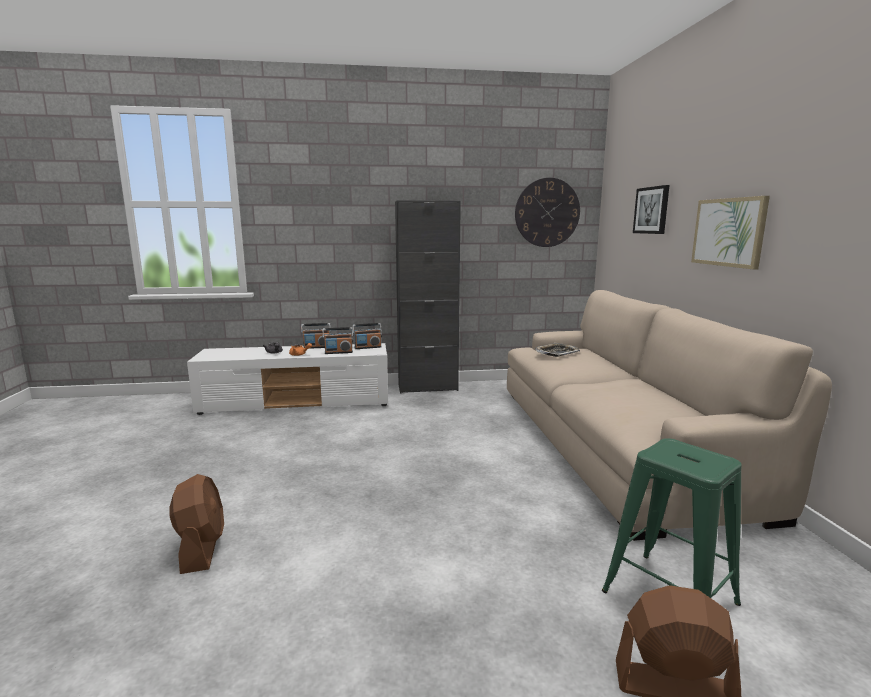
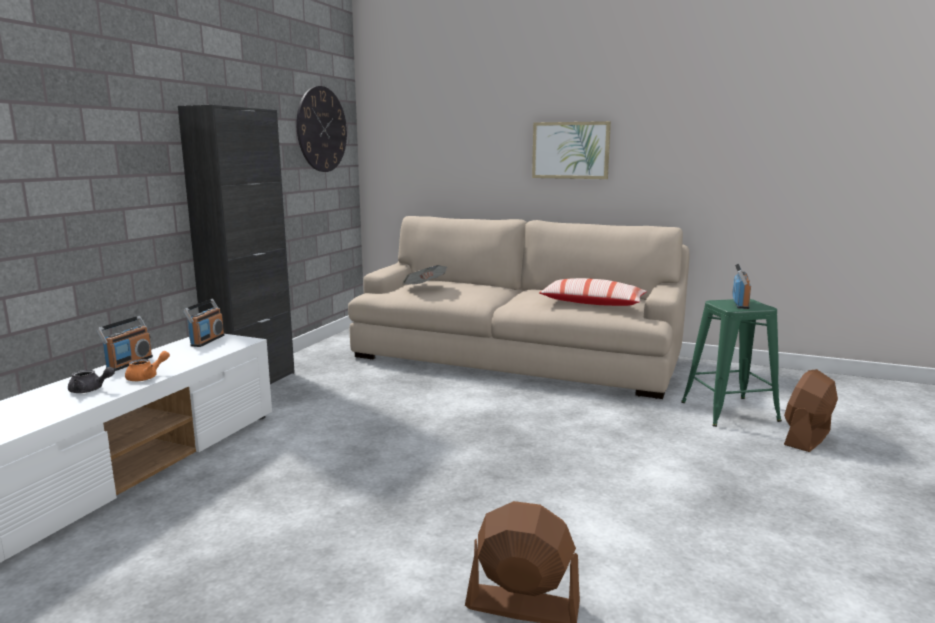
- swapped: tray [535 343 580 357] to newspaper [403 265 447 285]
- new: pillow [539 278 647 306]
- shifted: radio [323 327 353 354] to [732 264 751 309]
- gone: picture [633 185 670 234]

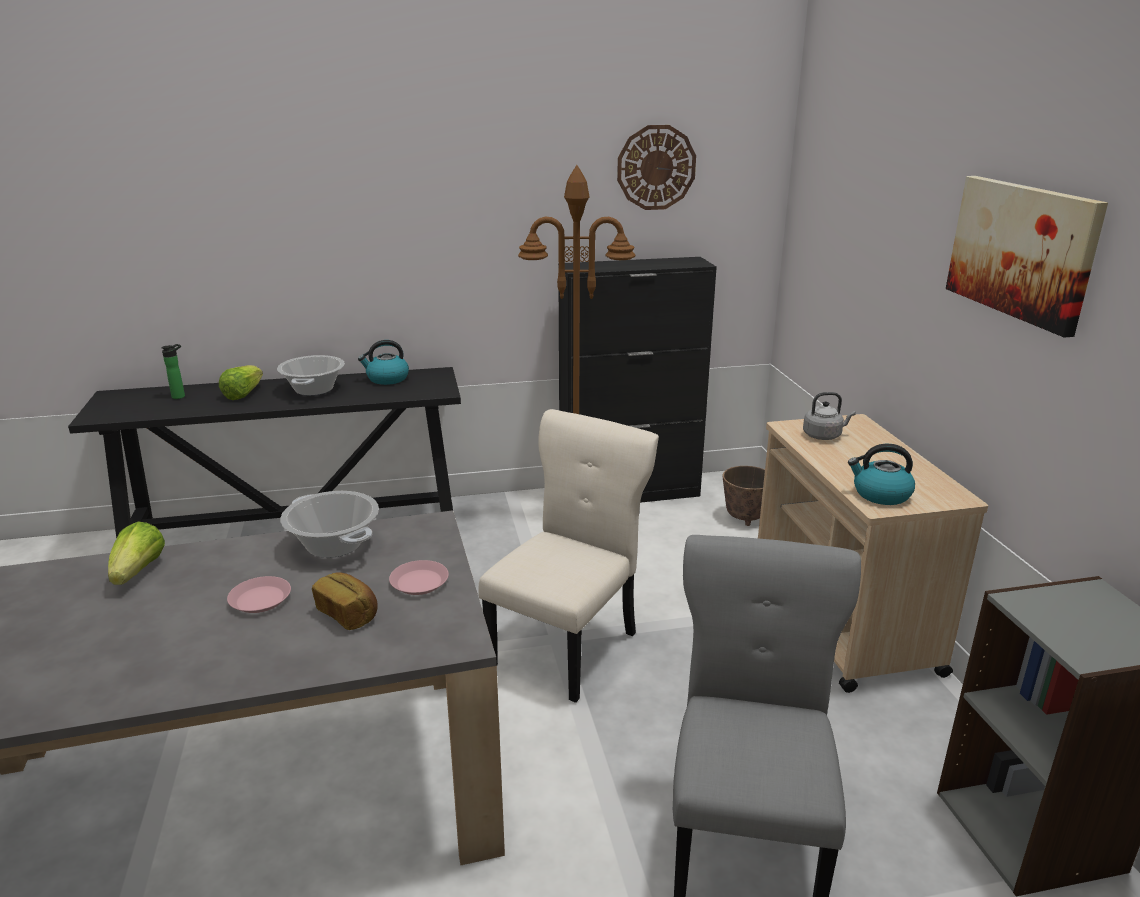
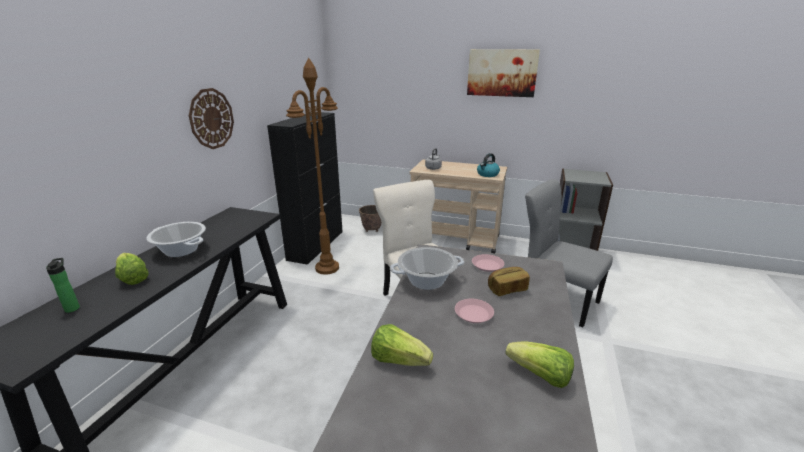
- shifted: wall clock [617 125 696 210] to [189 88 234 149]
- new: lettuce [505 342 574 388]
- gone: kettle [358 340 409 385]

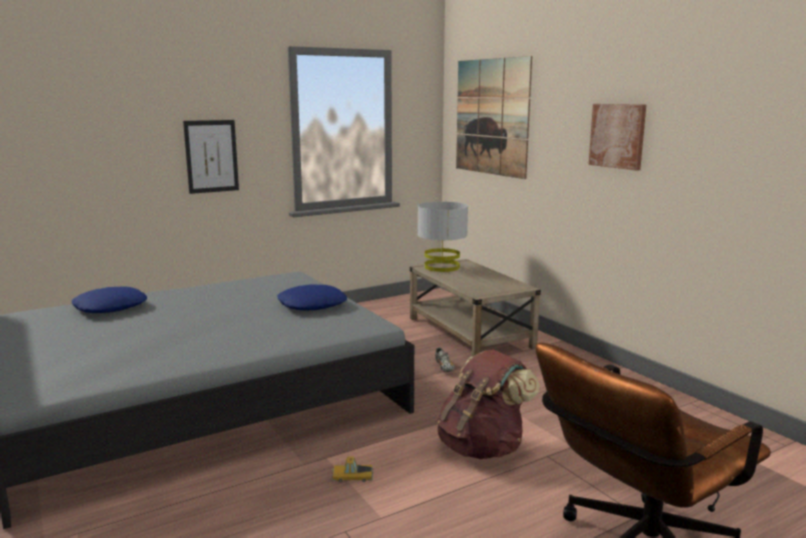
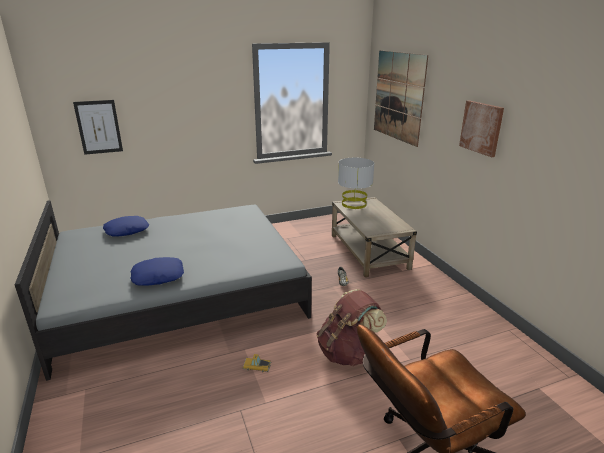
- shifted: picture [183 120 239 194] to [73 100 123 155]
- shifted: blue pillow [277 284 347 310] to [130 257 184 286]

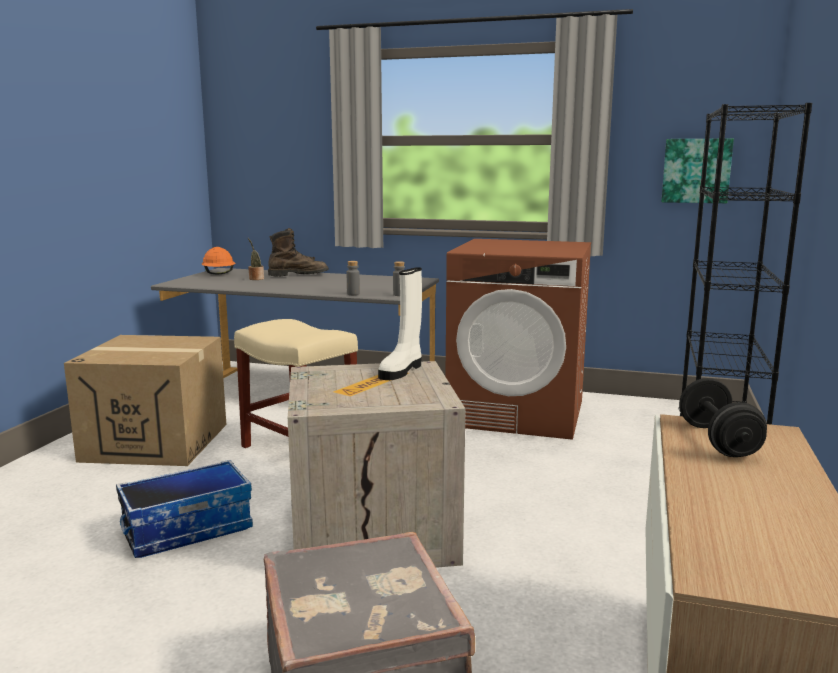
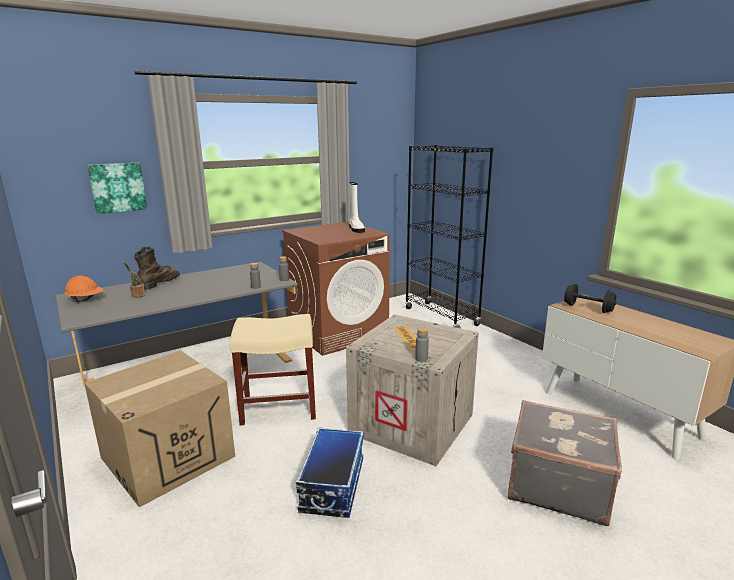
- shifted: picture [661 138 734 203] to [87 163 147 214]
- shifted: white boot [378 267 422 380] to [349 182 365 233]
- new: grey bottle [415 327 429 362]

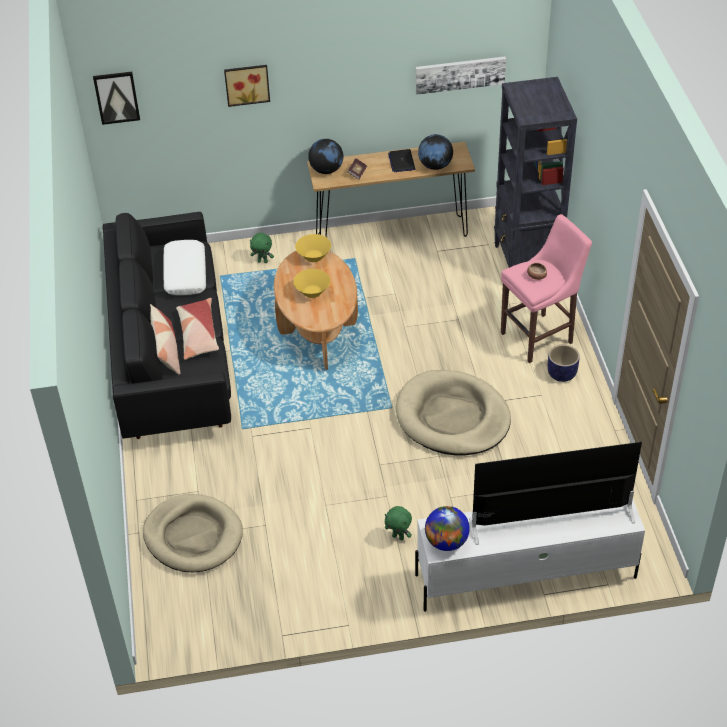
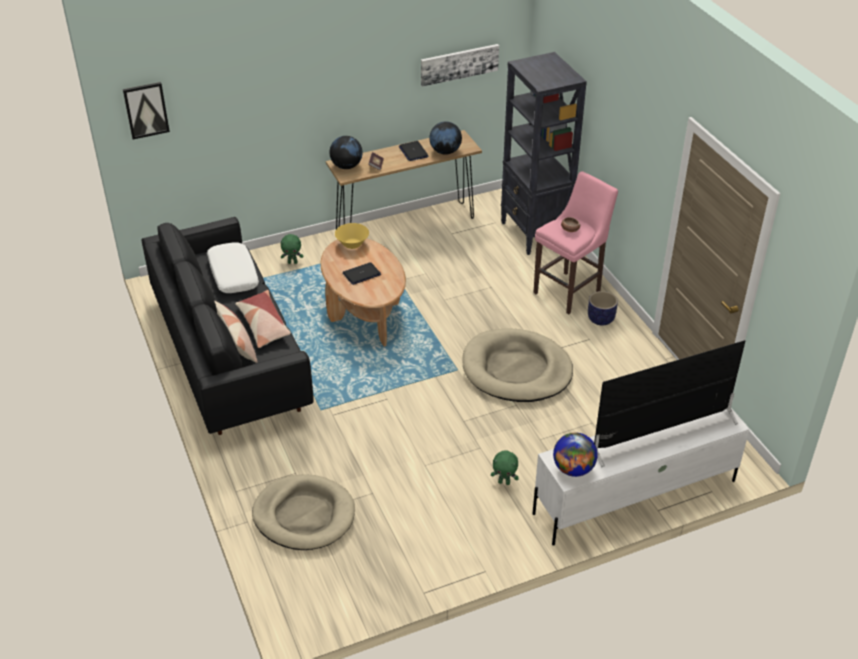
- swapped: yellow bowl [293 269 330 298] to laptop [343 262 381 285]
- gone: picture [224 65 270 107]

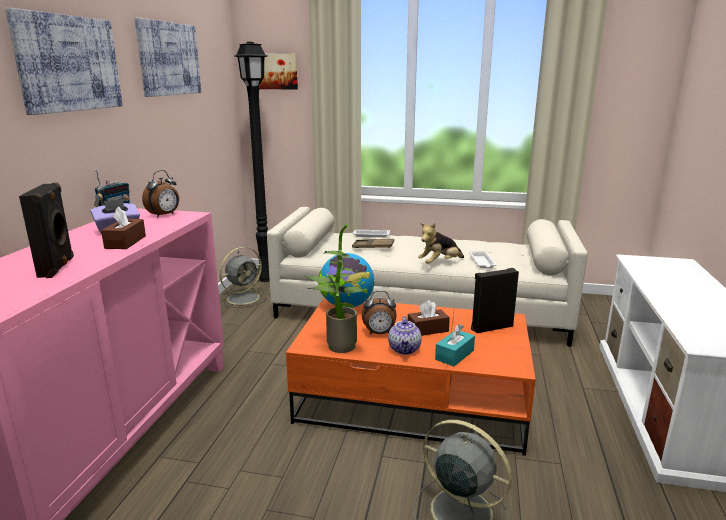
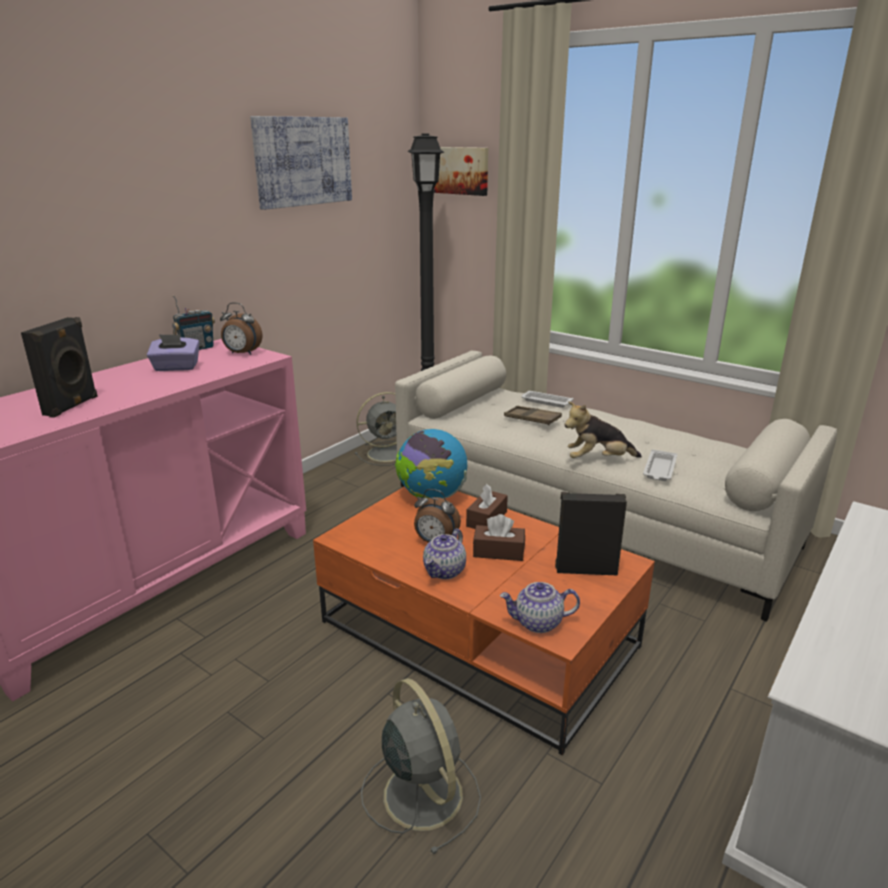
- rotated: alarm clock [142 170 179 217] = [220 302 262 355] 45 degrees clockwise
- shifted: brown tissue box [101 207 146 249] to [466 484 508 529]
- new: teapot [500 582 580 633]
- gone: picture [5 8 123 115]
- gone: potted plant [303 224 364 353]
- gone: turquoise tissue box [435 324 475 367]

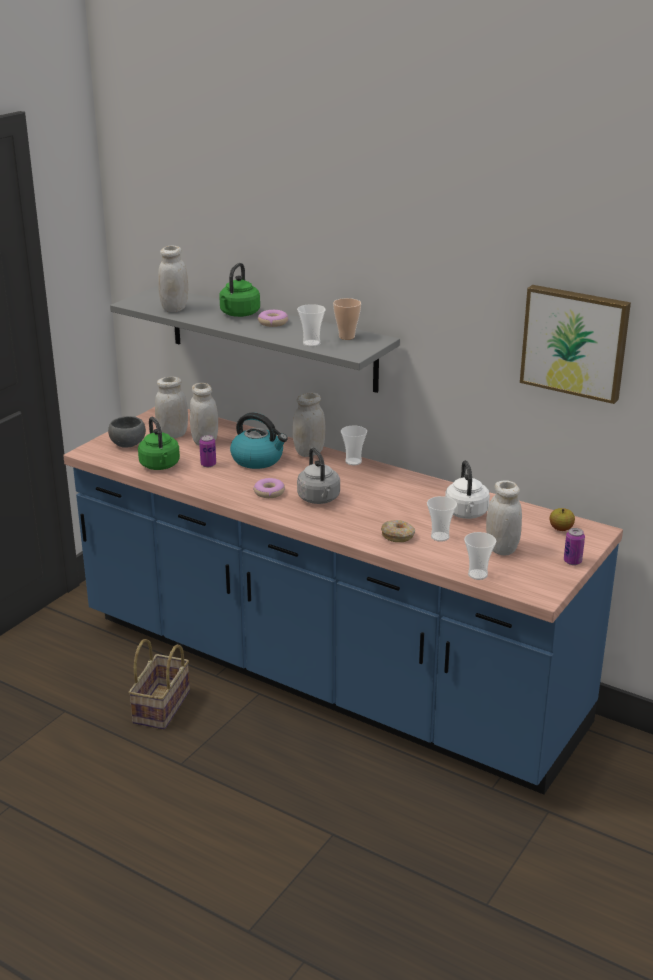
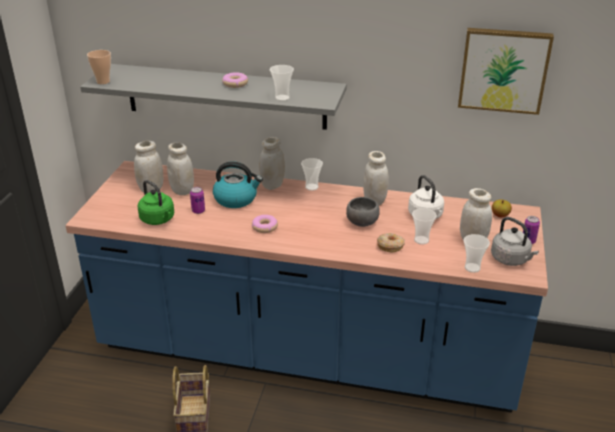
- shifted: cup [333 298 361 340] to [87 50 111 84]
- shifted: grey bowl [108 416 146 448] to [346 197 380 227]
- shifted: white jar [158 246 188 312] to [363 151 389 205]
- shifted: grey kettle [297 447 340 504] to [491 217 539 266]
- gone: green kettle [219 263 260 317]

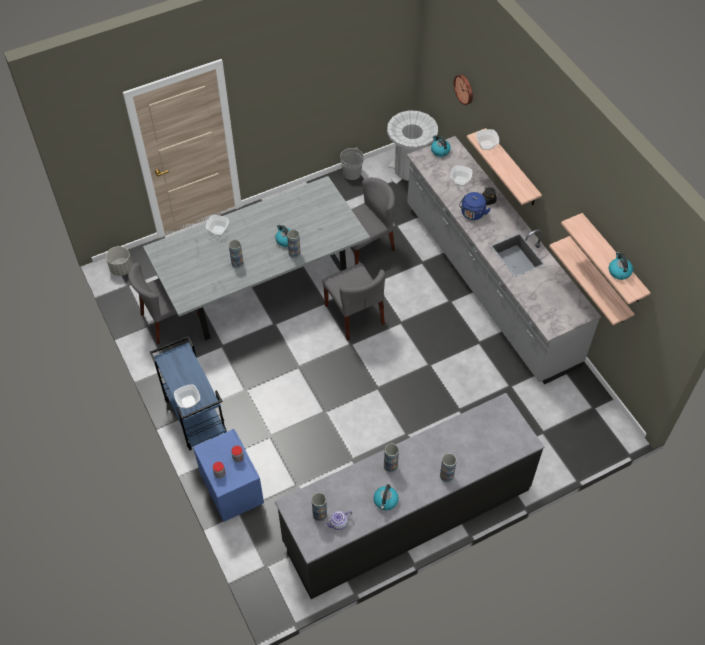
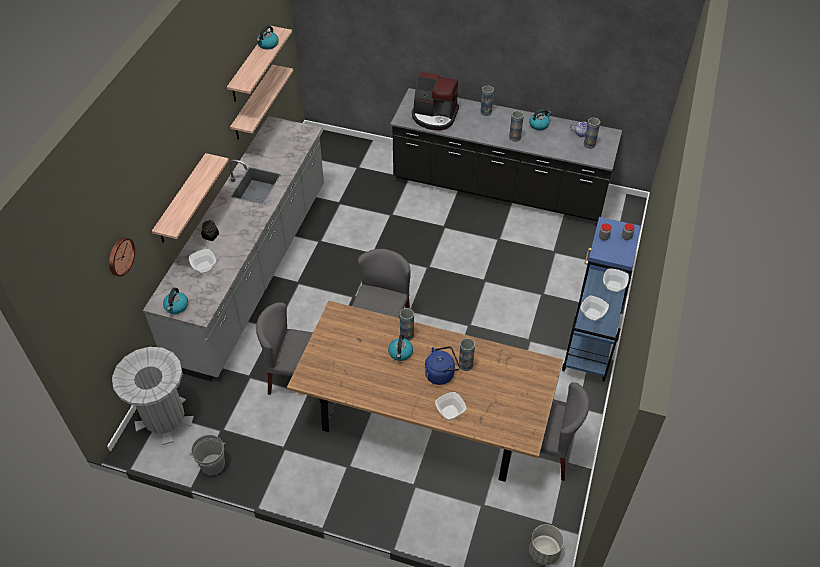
- repainted: grey dining table [143 176 370 341] to brown dining table [287 301 563 482]
- new: coffee machine [412 72 459 130]
- shifted: blue kettle [459 192 491 220] to [425 346 460 385]
- shifted: bowl [476 129 499 150] to [580 296 609 321]

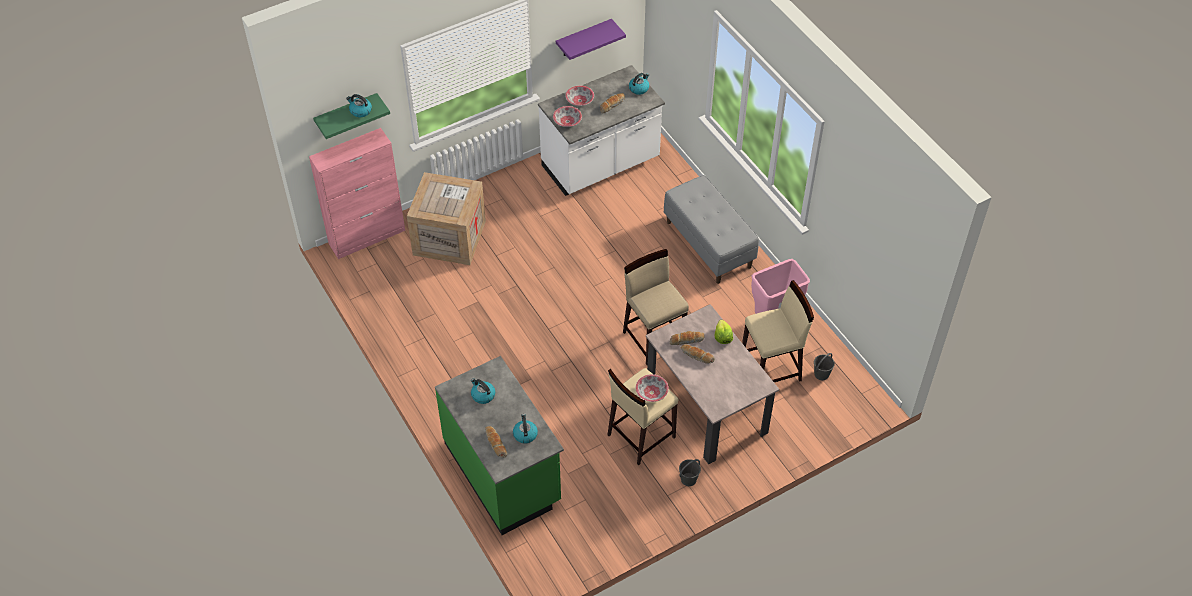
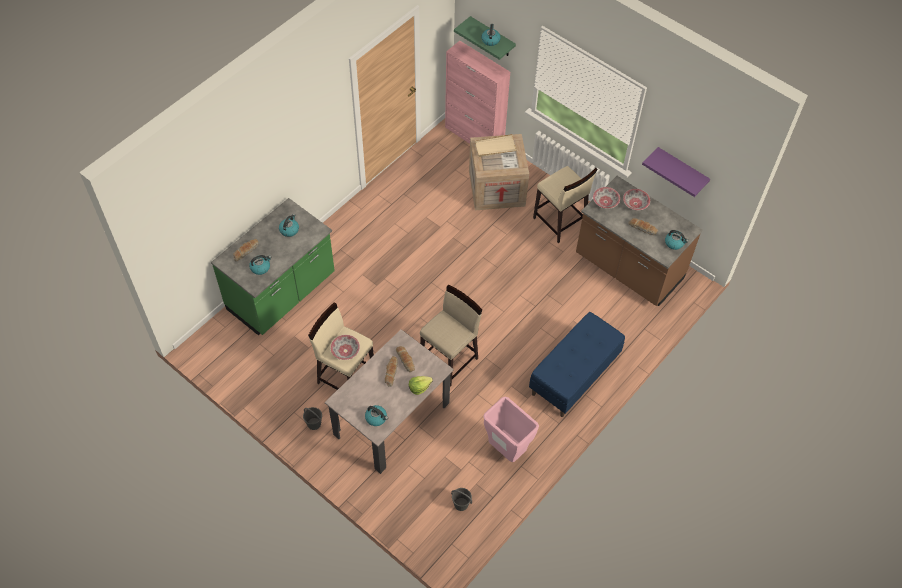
- new: kettle [365 405 388 426]
- new: beige tray [475 134 517 157]
- repainted: grey bench [664 175 759 284] to blue bench [529 312 625 417]
- shifted: beige stool [742 280 814 382] to [533 166 598 243]
- repainted: white counter [538 65 665 196] to brown counter [576 176 702 306]

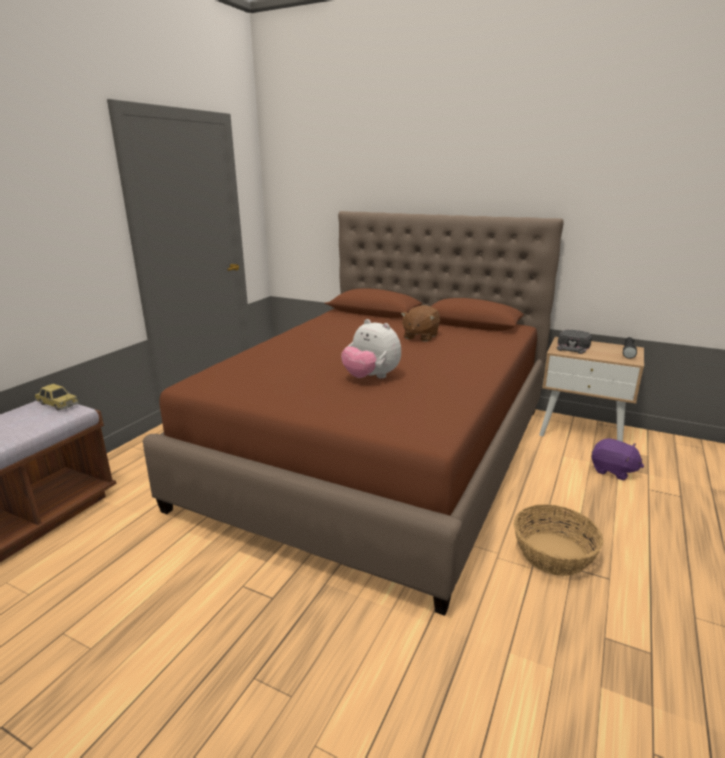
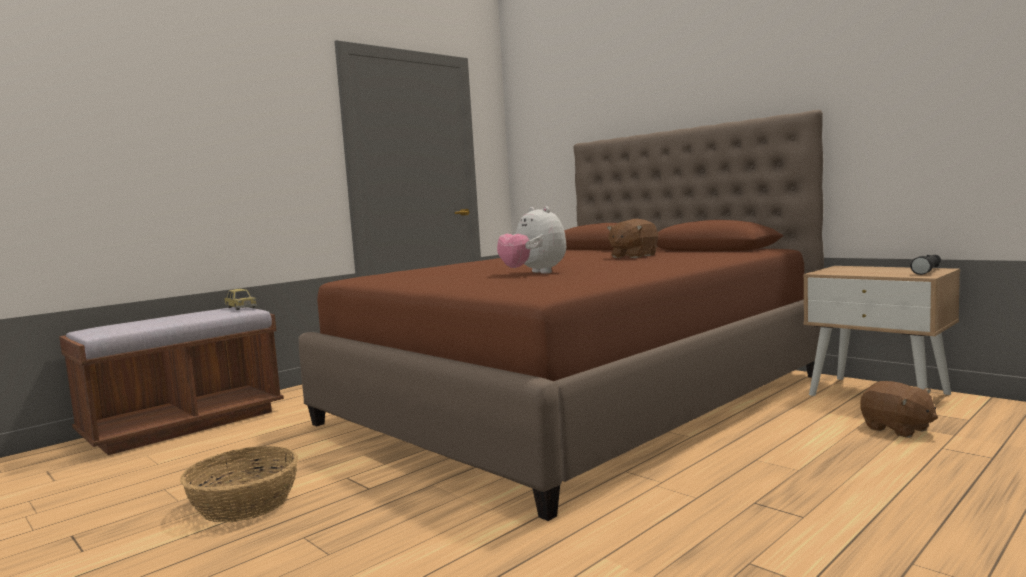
- shifted: basket [514 505 603 576] to [180 446 298 522]
- repainted: purple plush toy [592 438 644 480] to brown plush toy [860 381 938 438]
- gone: black cap [557 330 592 354]

